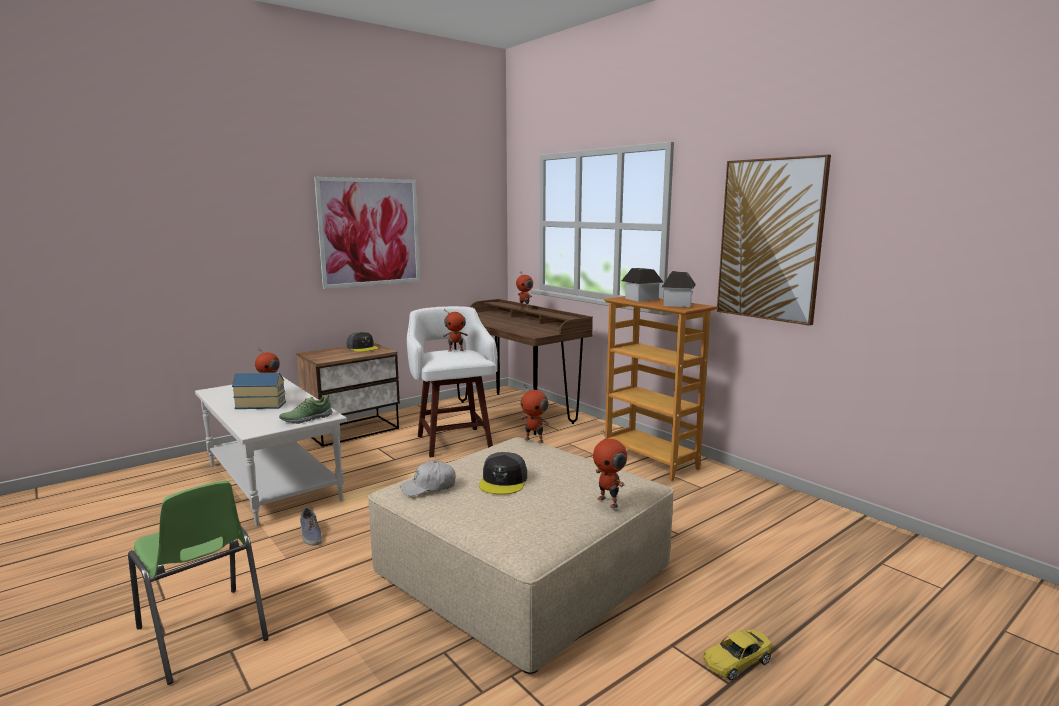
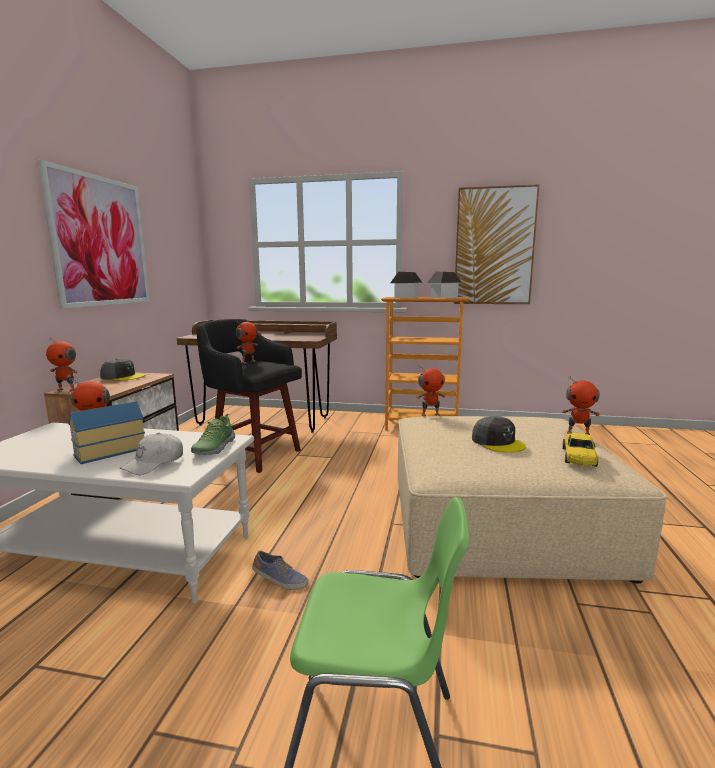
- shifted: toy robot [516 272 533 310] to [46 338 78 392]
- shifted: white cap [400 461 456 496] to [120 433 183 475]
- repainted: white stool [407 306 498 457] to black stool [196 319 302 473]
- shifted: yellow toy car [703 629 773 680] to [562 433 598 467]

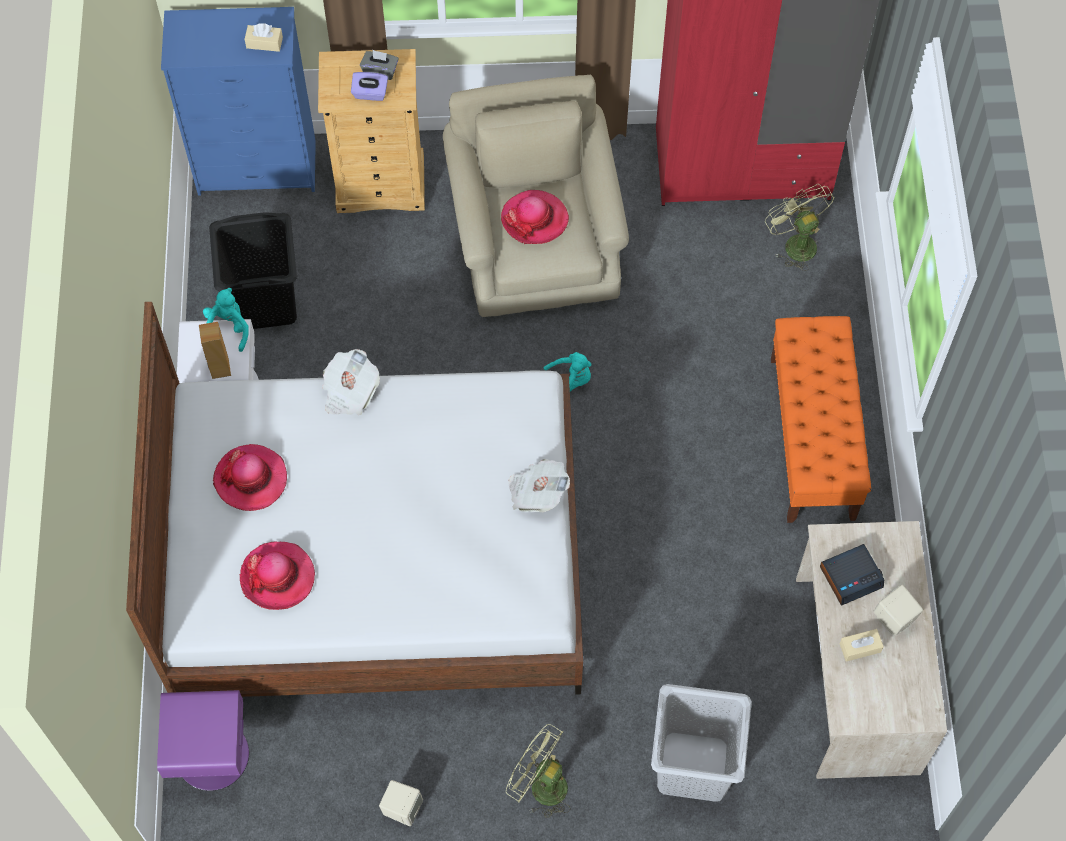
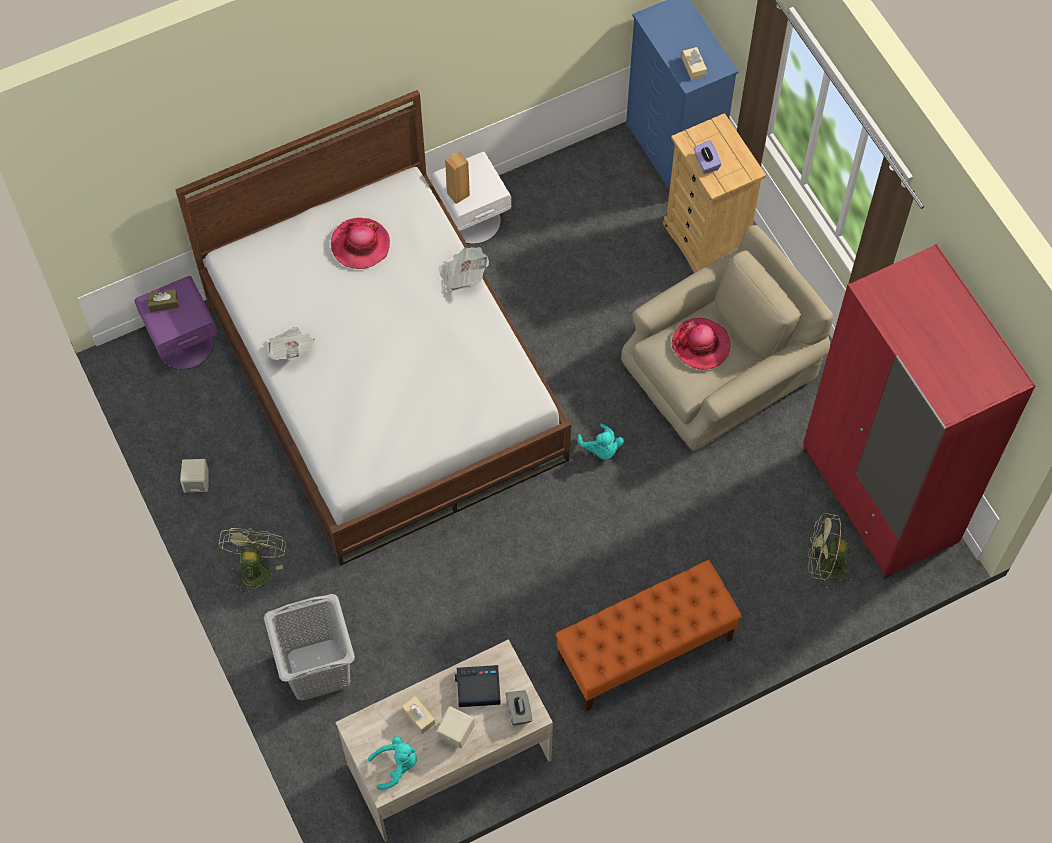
- new: brown tissue box [147 289 179 312]
- shifted: newspaper [508 459 570 513] to [267 327 315 360]
- shifted: turquoise plush toy [203 288 249 352] to [368 736 417 790]
- rotated: alarm clock [820 544 884 606] = [455 665 501 707] 135 degrees clockwise
- shifted: grey tissue box [360 50 399 80] to [506 690 532 726]
- rotated: green fan [765 184 834 271] = [808 513 856 589] 120 degrees counterclockwise
- gone: black laundry basket [209 212 297 329]
- gone: hat [240 542 315 610]

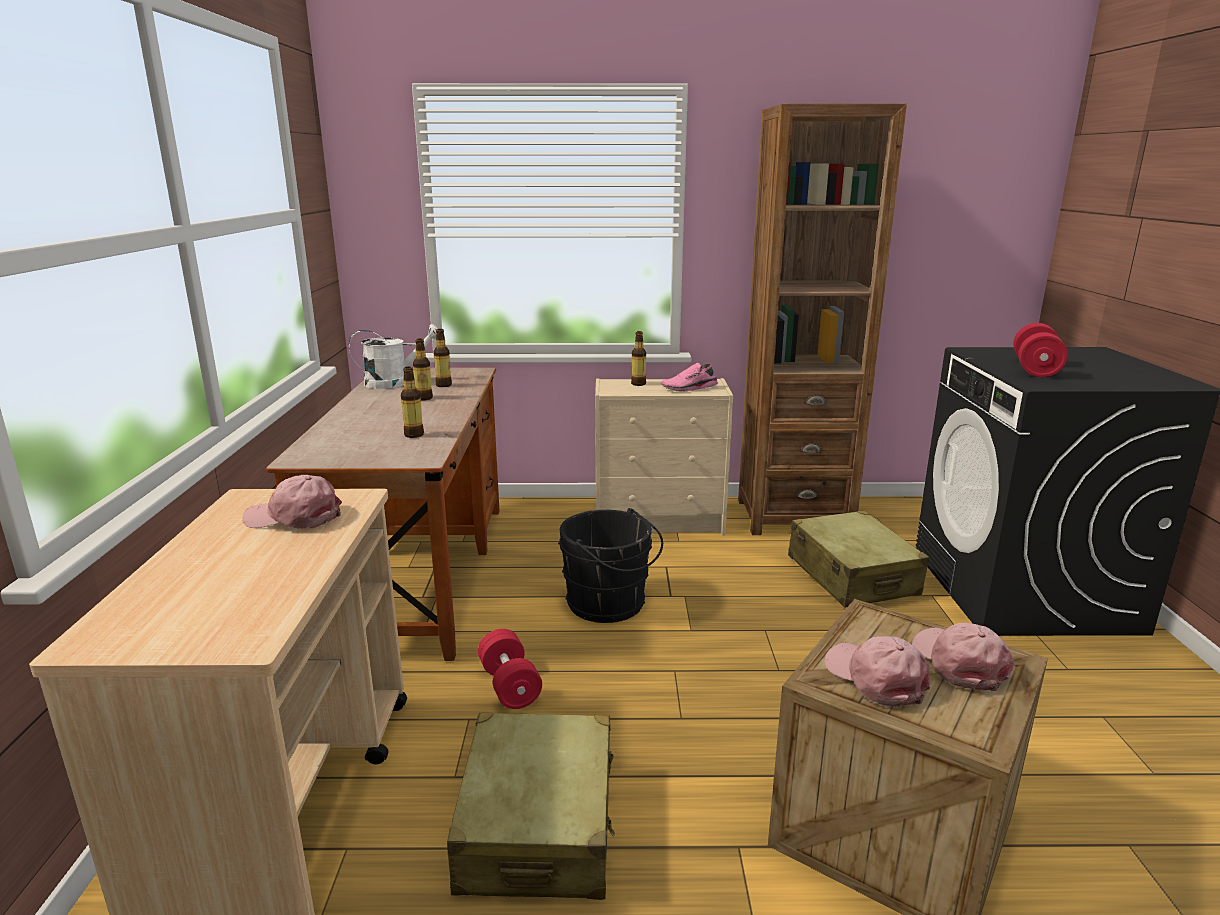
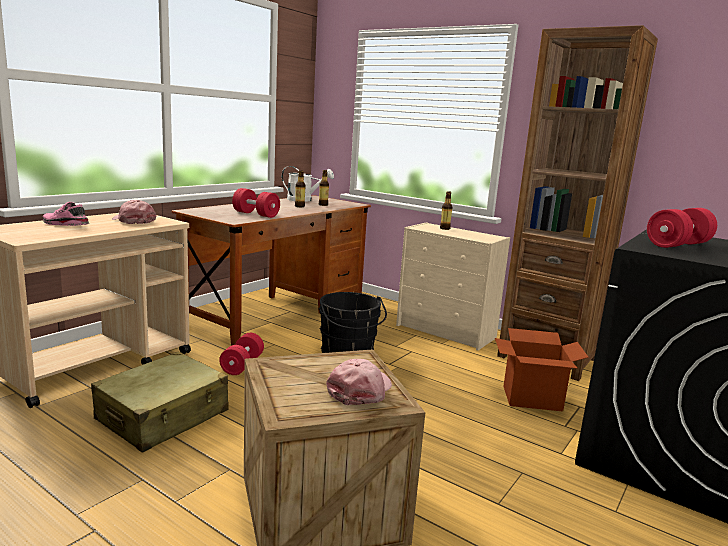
- shifted: pink shoe [661 363 718 392] to [43 202 89 226]
- swapped: bottle [401 367 424 438] to red dumbbell [232 188 280 218]
- swapped: beige suitcase [788 510 929 608] to cardboard box [495 328 589 412]
- gone: pink cap [824 636 930 707]

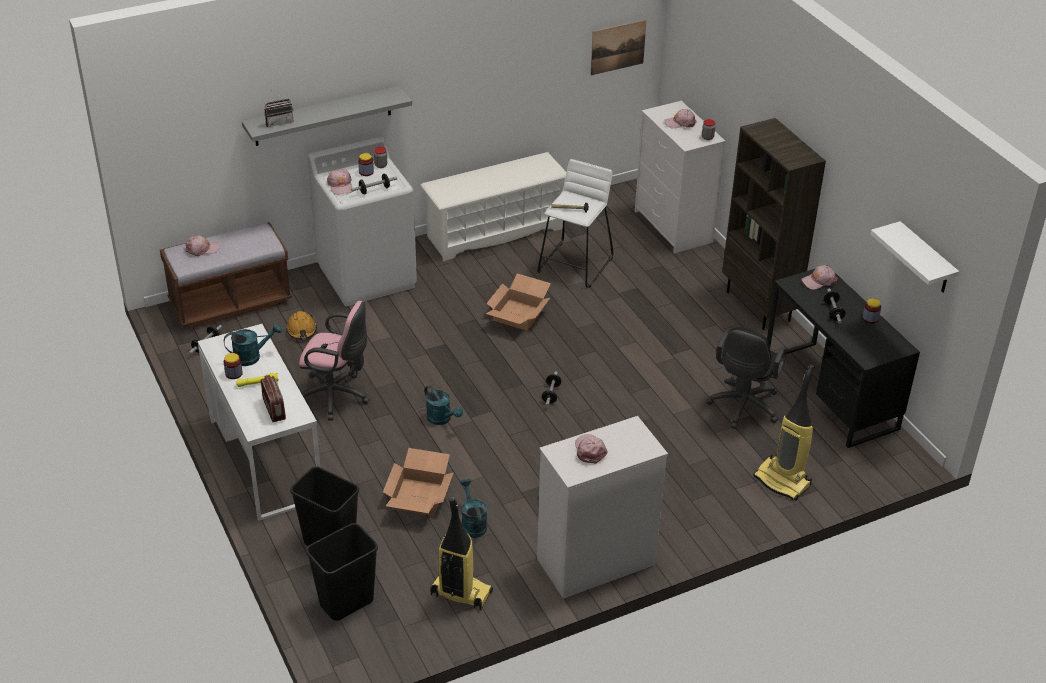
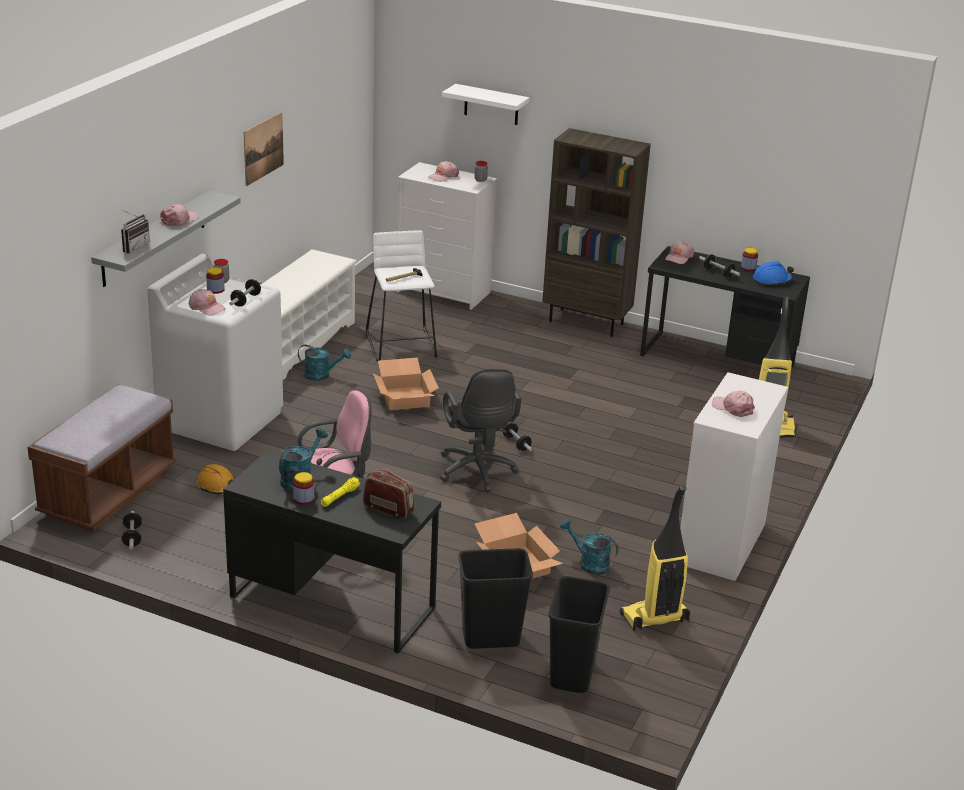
- shifted: pink cap [185 235 220 256] to [160 204 199 226]
- repainted: white desk [198 324 320 521] to black desk [223 451 441 654]
- shifted: picture [590 20 647 75] to [244 112 284 186]
- shifted: turquoise watering can [425 385 463 425] to [298 345 351 381]
- shifted: black office chair [706 327 787 429] to [440 369 521 492]
- shifted: white shelf [870 221 959 292] to [442 84 530 125]
- new: blue hard hat [753 262 794 286]

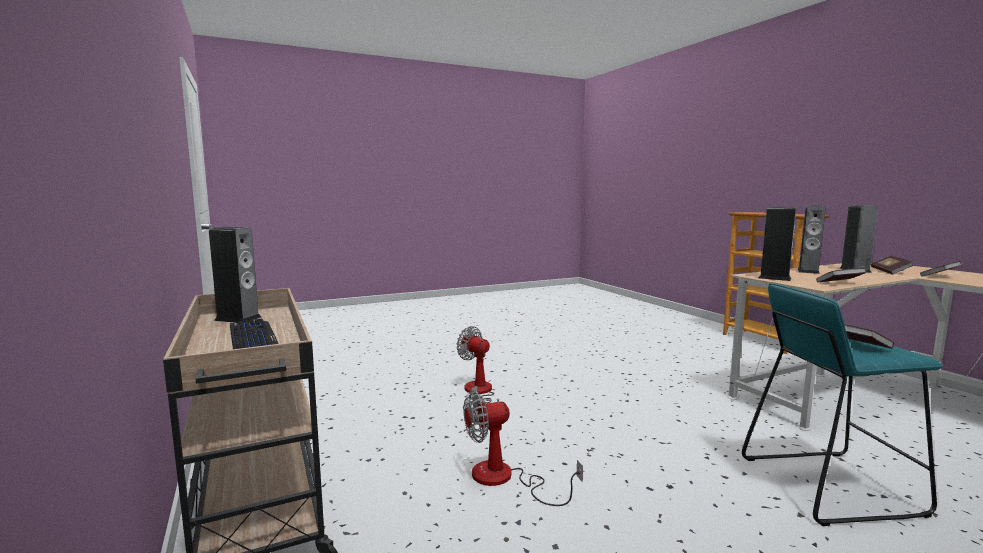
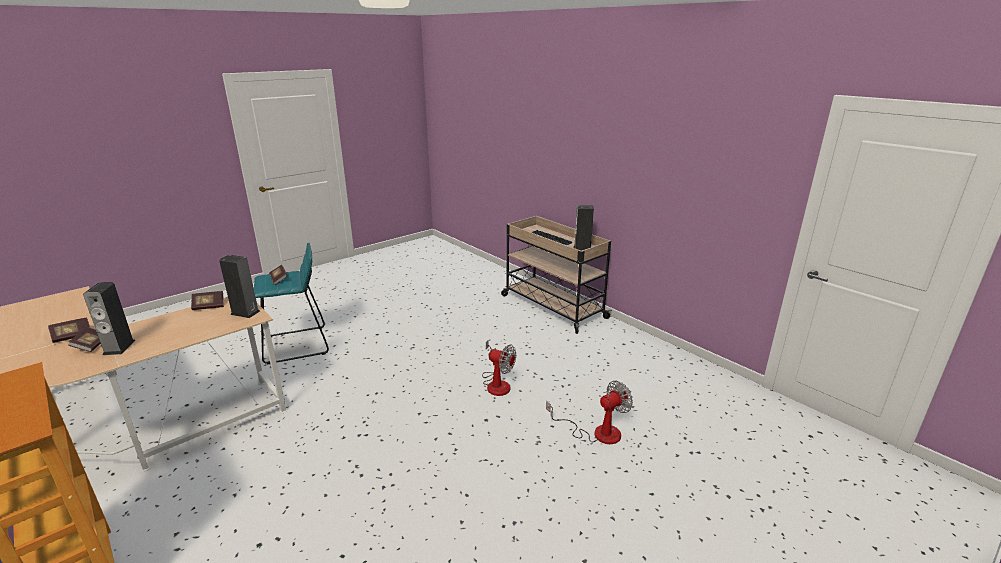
- shifted: fan [464 391 583 506] to [546 381 633 444]
- gone: speaker [798 205 826 274]

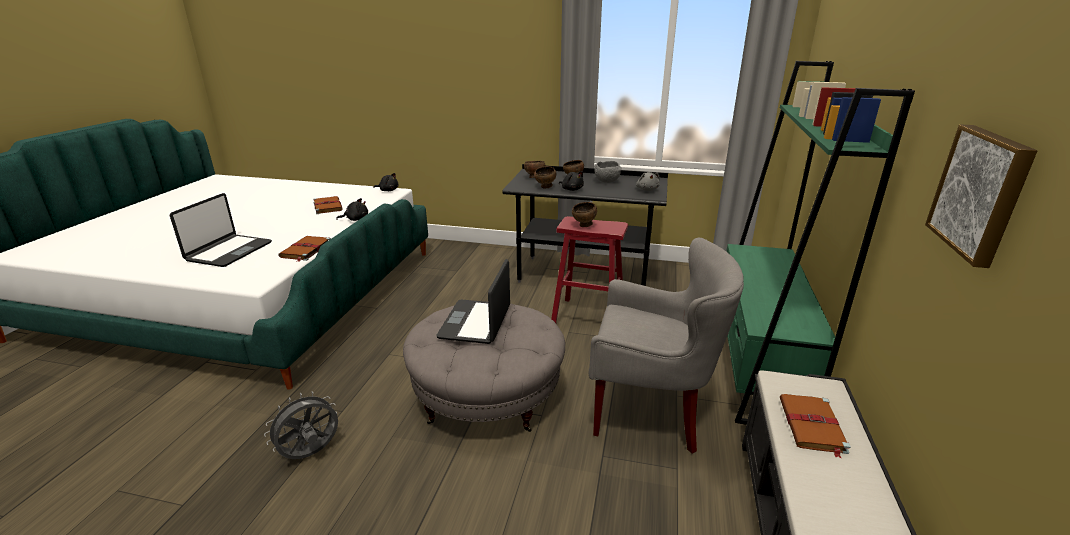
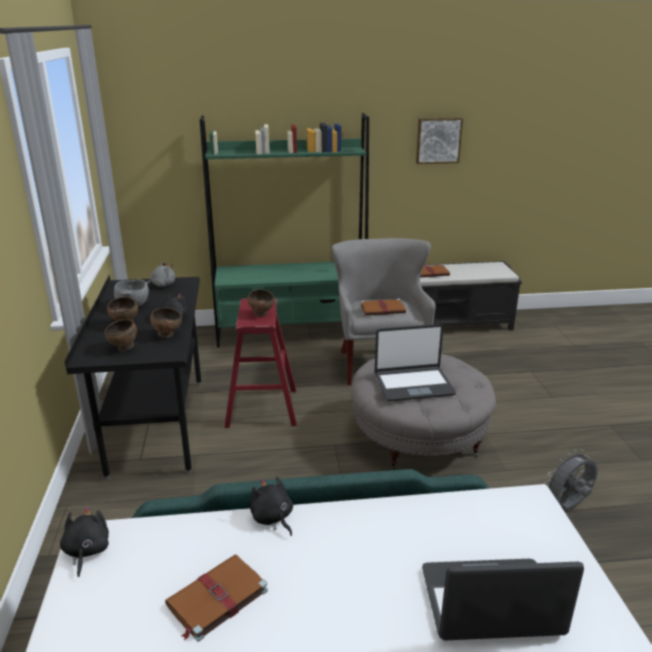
- shifted: brown book [278 236 331 262] to [360 299 406 315]
- rotated: grey fan [264 391 338 459] = [544 449 598 510] 120 degrees clockwise

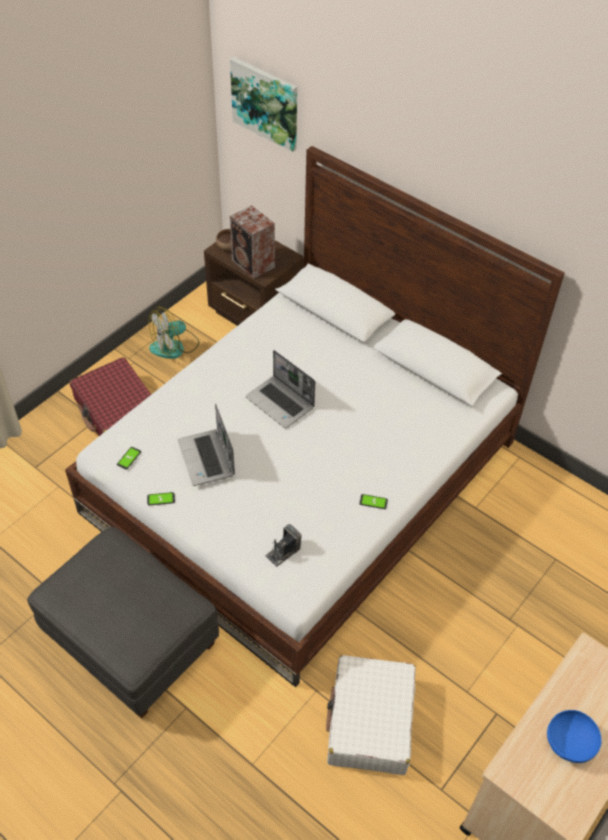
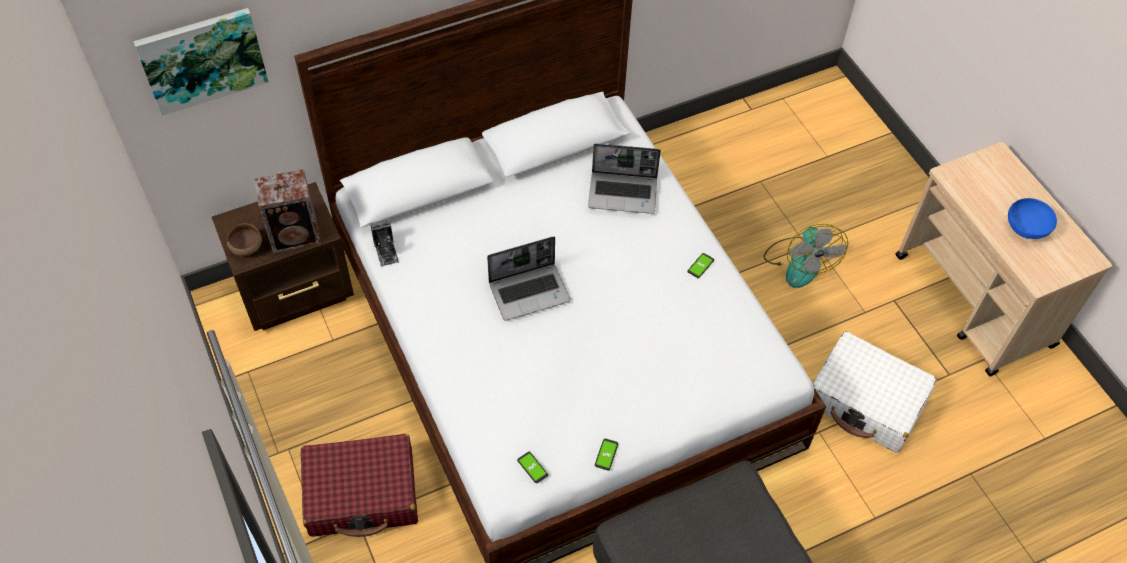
- shifted: photo camera [265 524 302 567] to [371 220 399 267]
- shifted: laptop [178 404 235 486] to [588 143 661 214]
- shifted: fan [149 307 199 359] to [764 224 848 288]

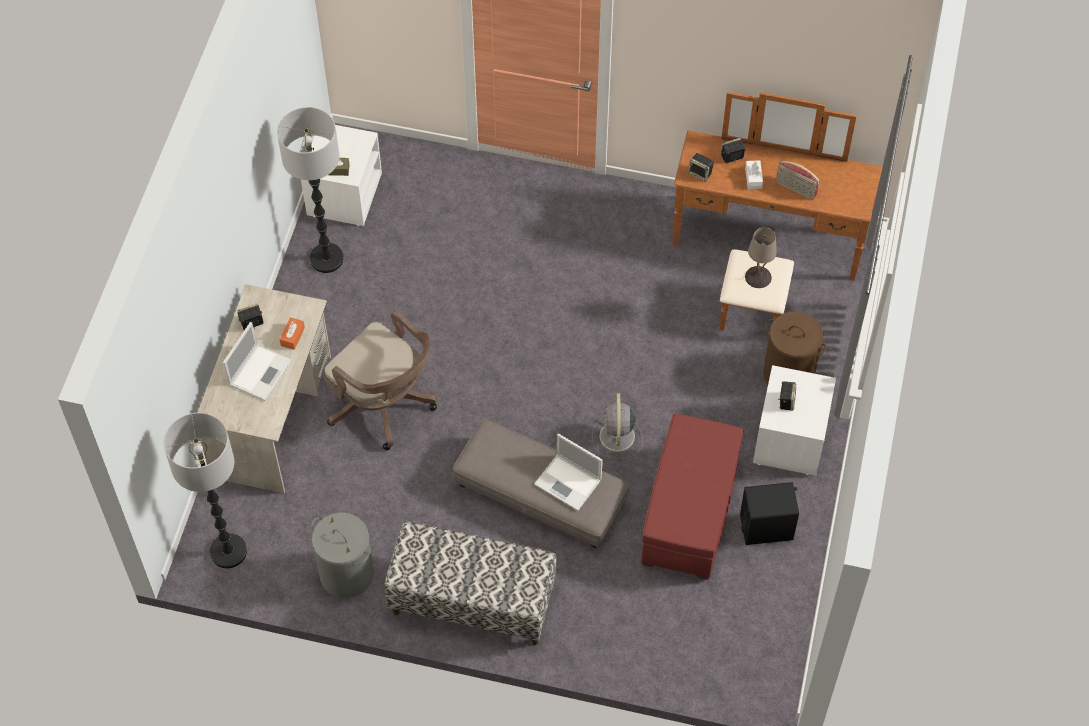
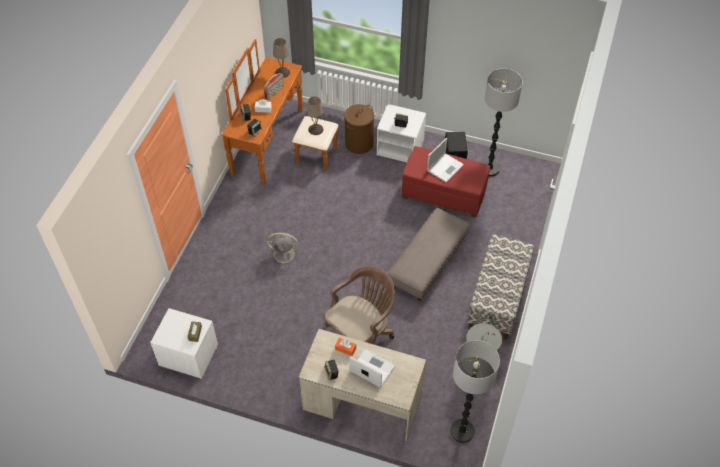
- shifted: grey fan [592 393 643 459] to [267 232 300 267]
- new: beige table lamp [273 38 290 78]
- shifted: laptop [534 433 603 511] to [427 138 464 182]
- shifted: floor lamp [277 107 344 273] to [482 68 523 177]

